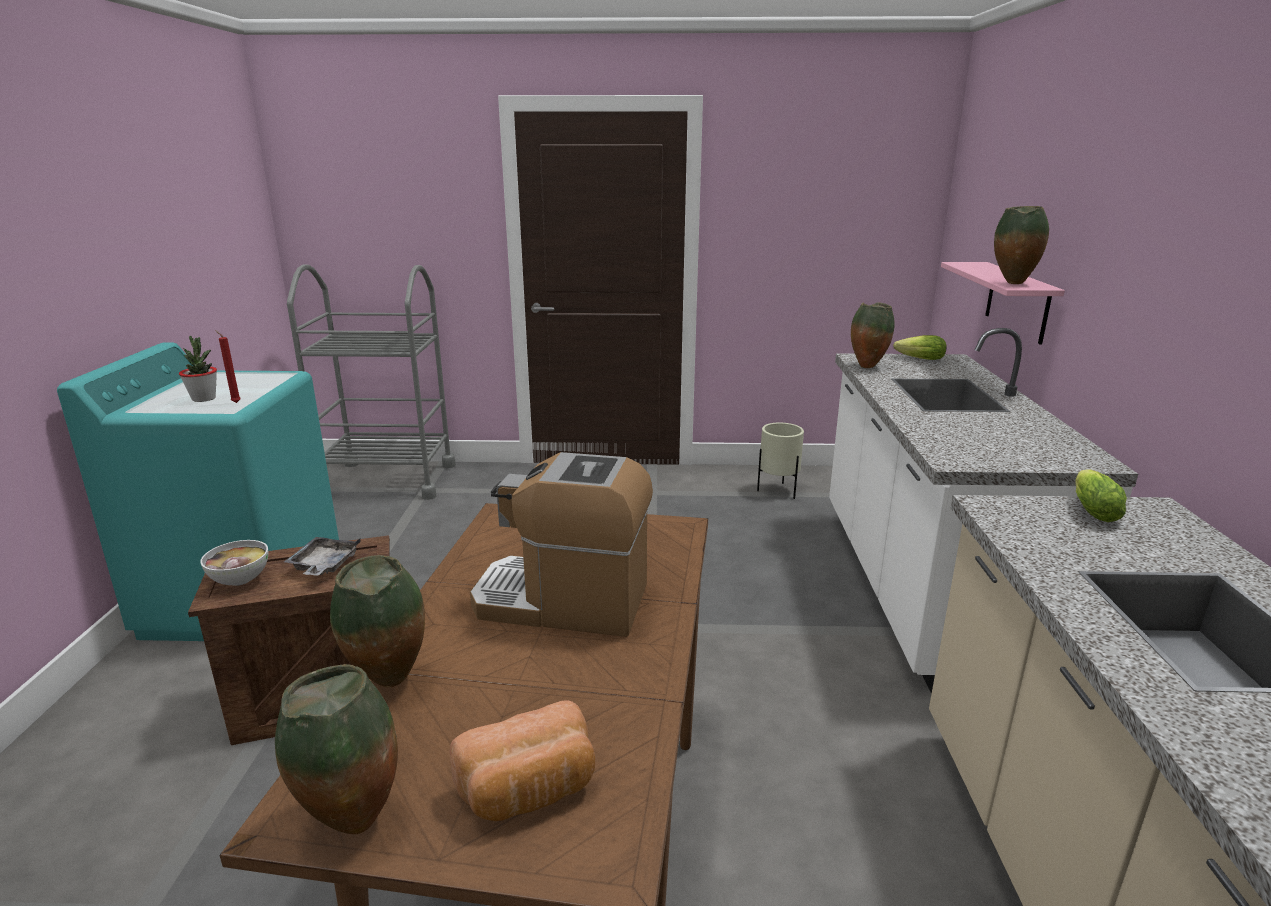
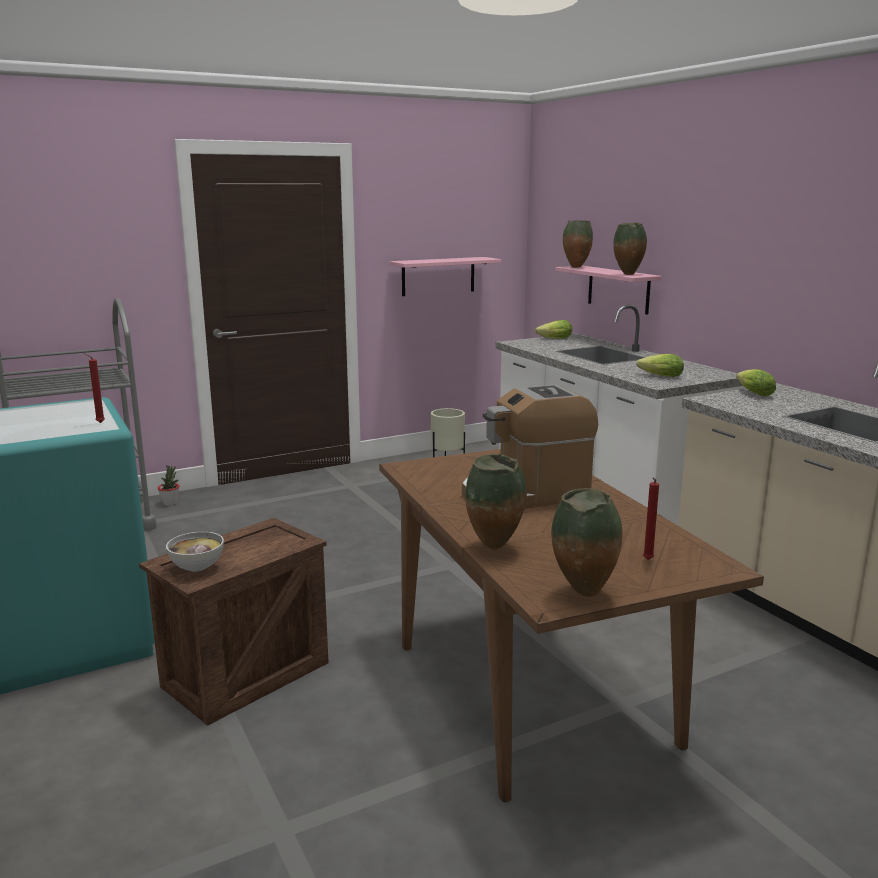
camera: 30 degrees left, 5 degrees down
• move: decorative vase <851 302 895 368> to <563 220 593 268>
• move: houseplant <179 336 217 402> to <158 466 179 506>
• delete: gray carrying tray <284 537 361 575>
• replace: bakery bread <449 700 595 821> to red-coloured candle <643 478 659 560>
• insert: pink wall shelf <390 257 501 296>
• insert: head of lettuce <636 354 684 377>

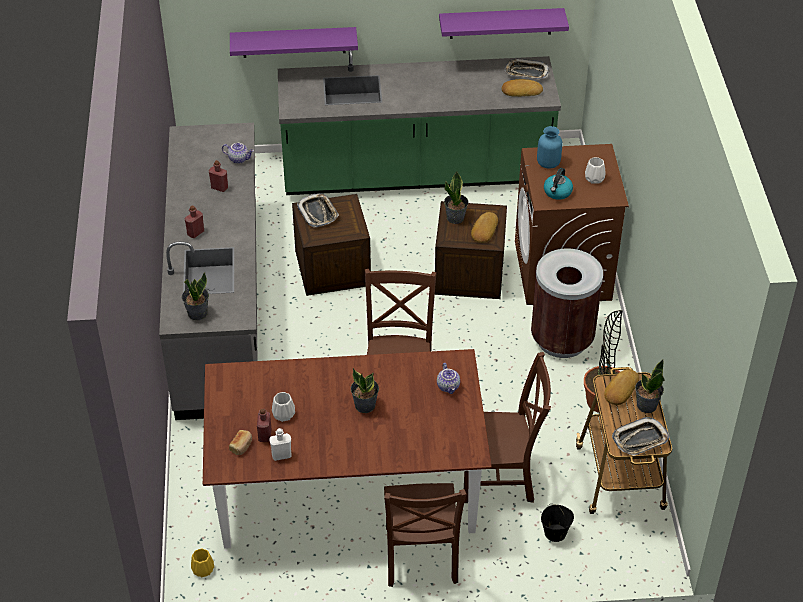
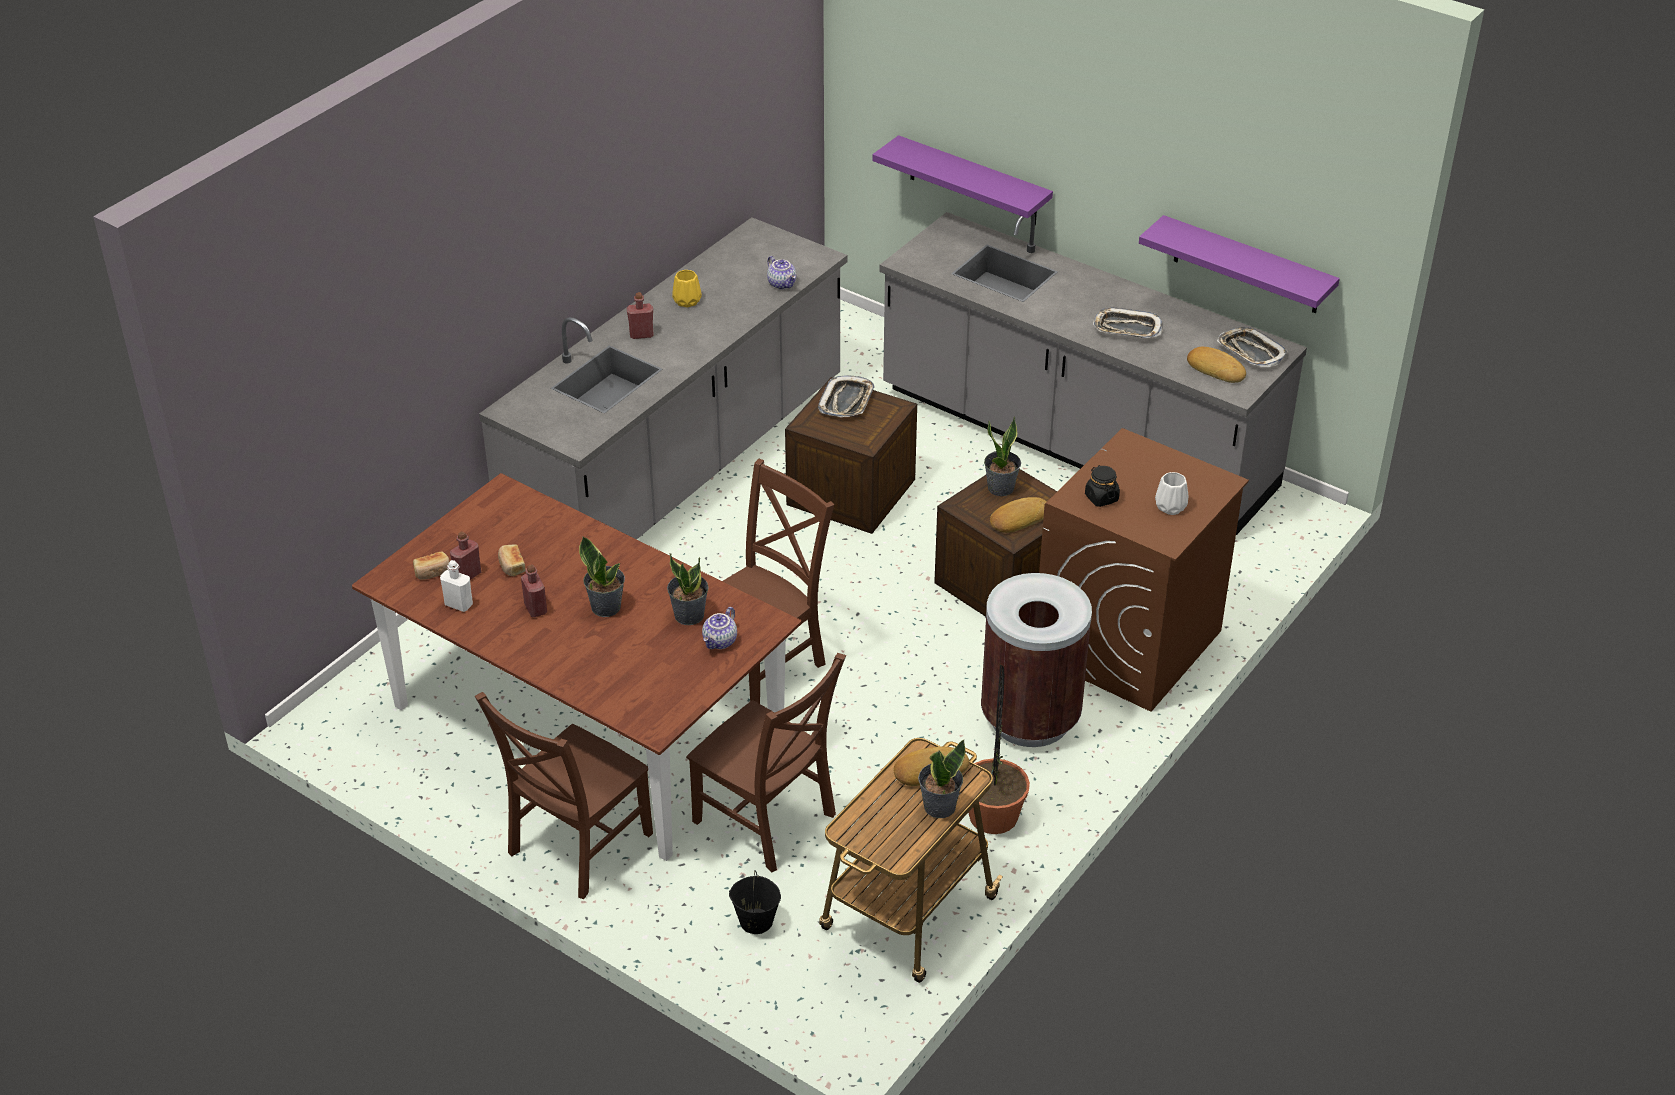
camera: 40 degrees right, 5 degrees down
• recolor: greenish kitchen base unit <278 51 561 195> to gray kitchen base unit <880 212 1307 535>
• delete: blue-coloured decorative vase <537 126 563 169>
• move: red-coloured drink bottle <209 160 228 192> to <521 564 547 617>
• replace: kettle <544 168 573 200> to black-coloured jar <1085 465 1120 507>
• move: houseplant <182 273 209 320> to <667 553 709 625>
• replace: white-coloured decorative vase <272 392 295 422> to bakery bread <498 544 526 576>
• move: carrying tray <612 417 669 456> to <1093 308 1163 338>
• move: yellow-coloured decorative vase <191 548 214 577> to <672 270 702 307>

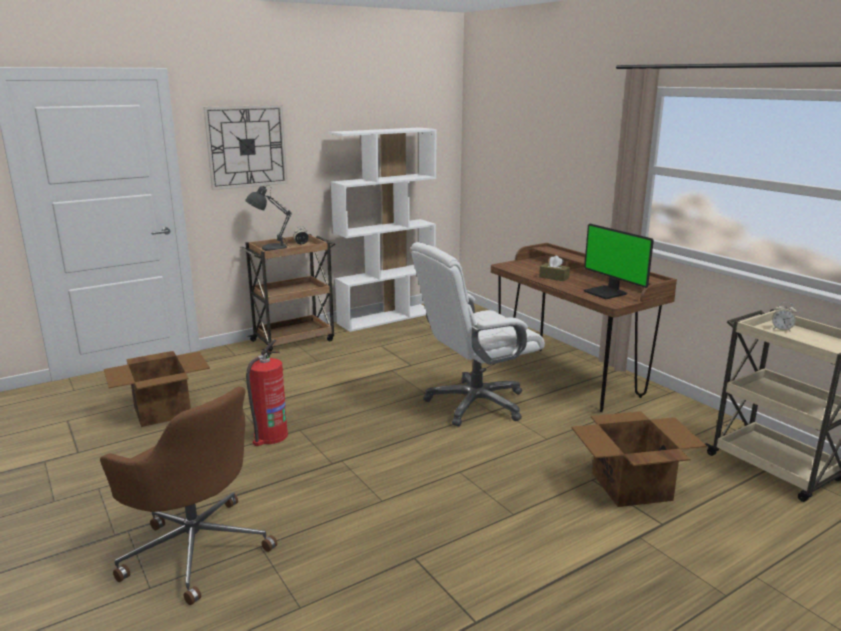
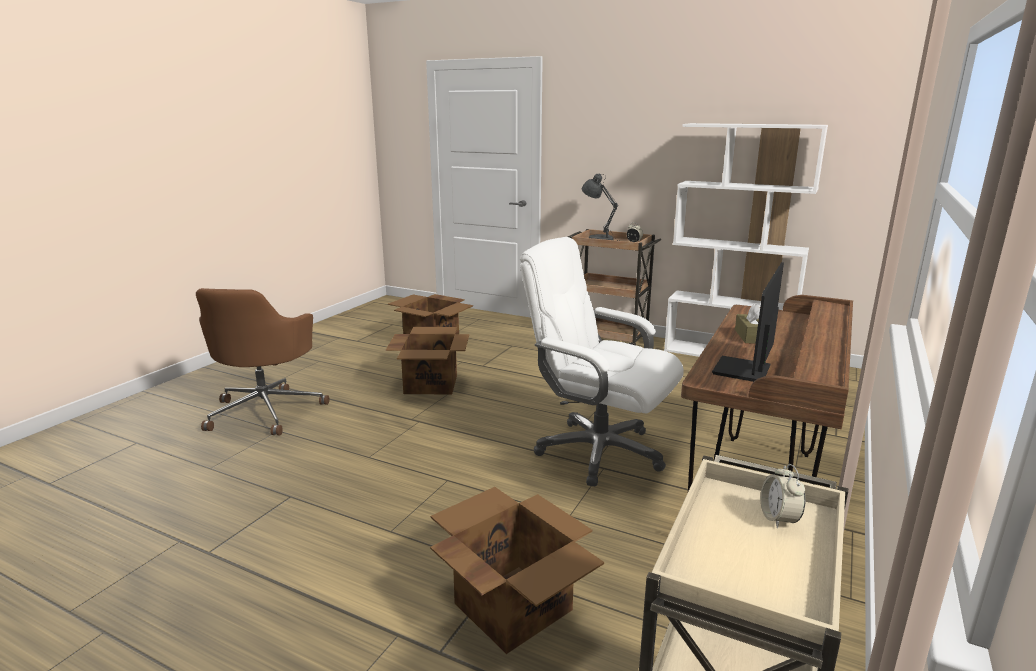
camera: 60 degrees right, 0 degrees up
• delete: hanging clock <203 105 288 190>
• replace: fire-fighting cylinder <246 340 288 446> to packing box <386 327 469 394>

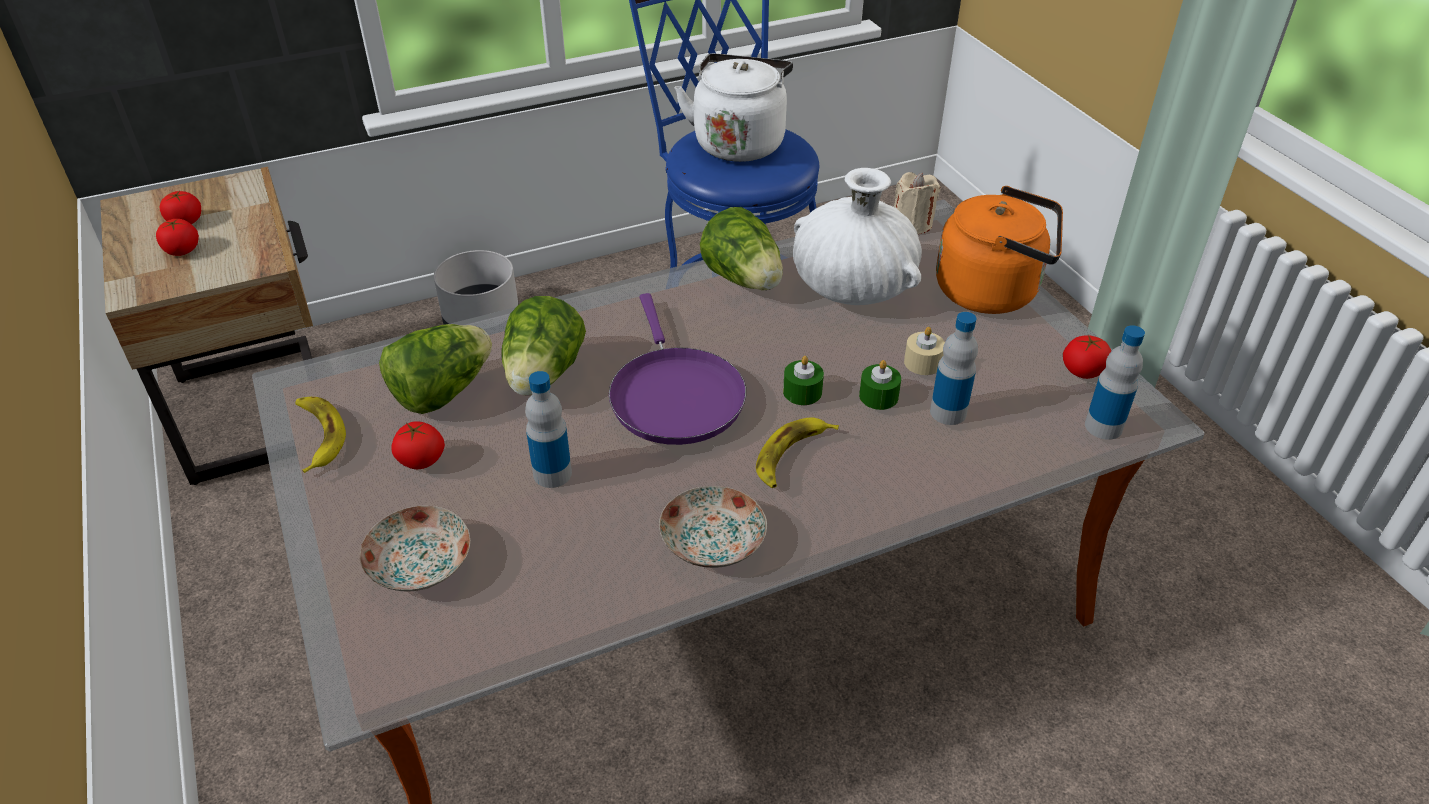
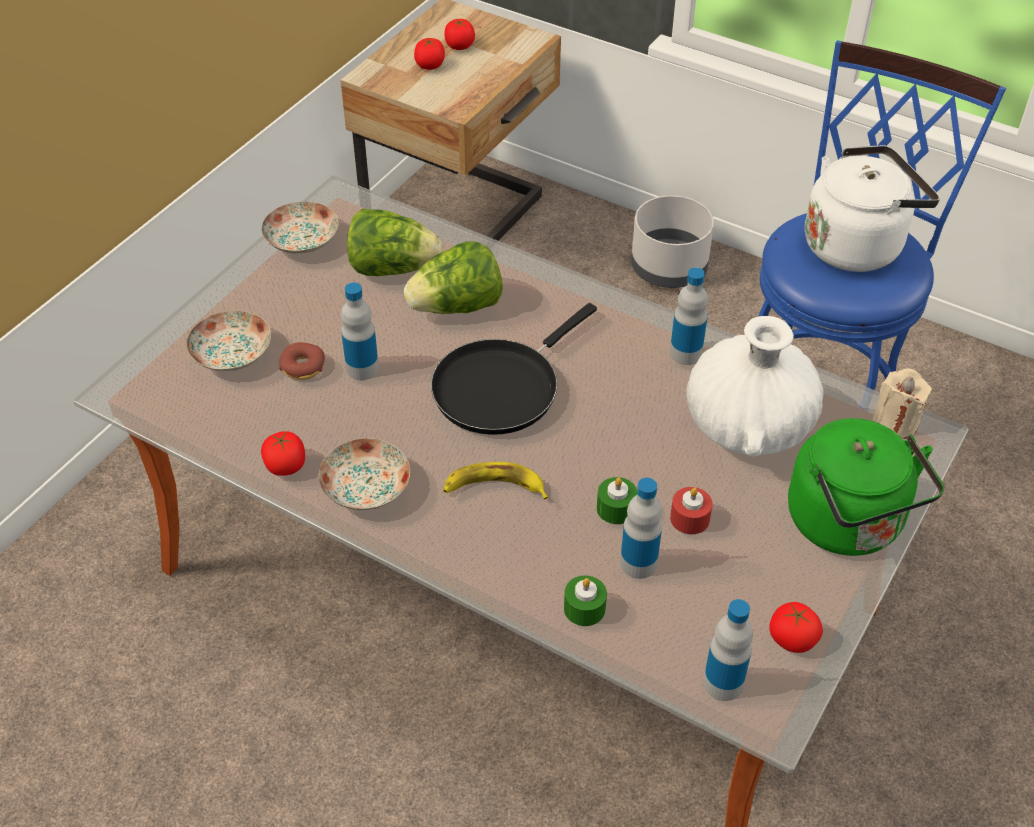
camera: 55 degrees right, 5 degrees up
• recolor: orange kettle <936 186 1063 314> to greenish kettle <788 418 945 556>
• replace: head of lettuce <700 207 783 291> to drink bottle <670 268 708 365>
• recolor: purplish frying pan <609 293 746 445> to black-coloured frying pan <431 303 597 435>
• recolor: beige-coloured candle <904 327 945 375> to red-coloured candle <670 487 713 534>
• move: greenish candle <783 356 824 405> to <564 575 607 626>
• replace: whole banana <295 397 346 473> to dinner plate <262 201 338 254>
• move: tomato <391 421 445 469> to <261 431 305 476>
• insert: donut <279 342 325 380>

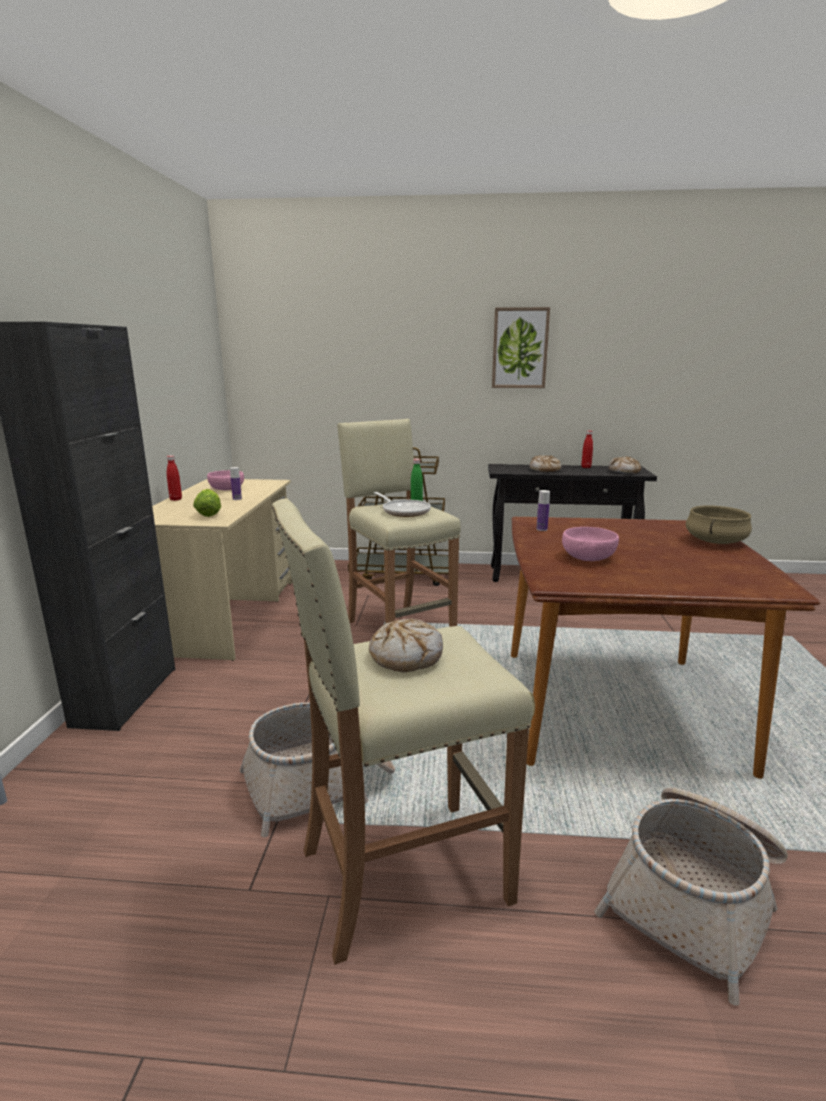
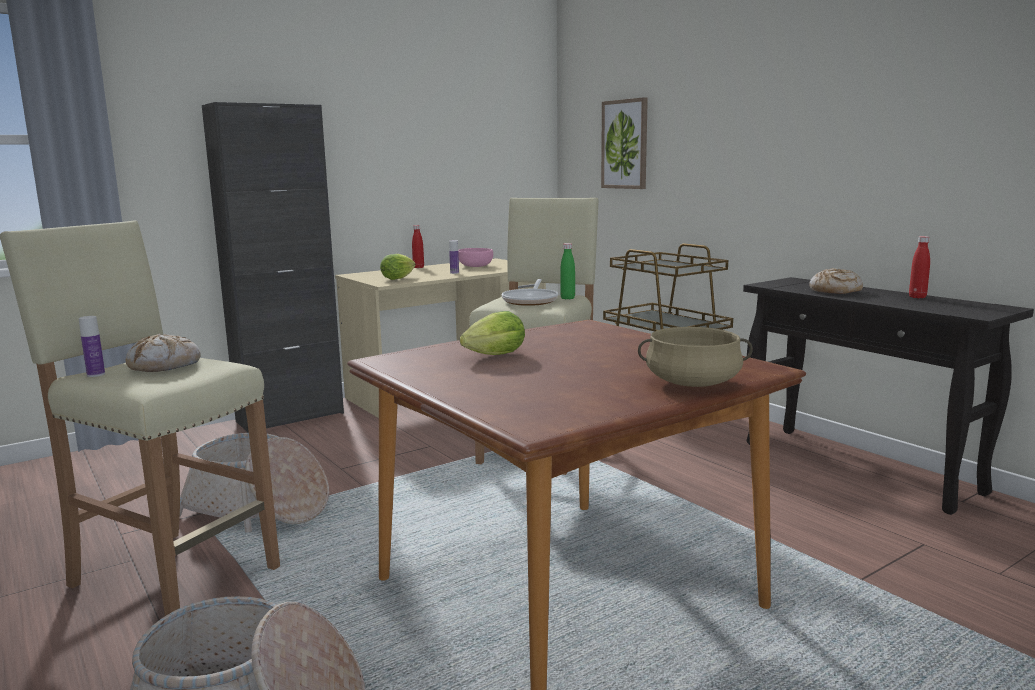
camera: 50 degrees right, 5 degrees down
• move: picture <492 307 550 388> to <601 97 648 189>
• delete: bakery bread <608 456 641 474>
• move: drink bottle <536 490 550 531> to <79 316 105 377>
• replace: pink bowl <562 527 619 561> to head of lettuce <460 311 525 355>

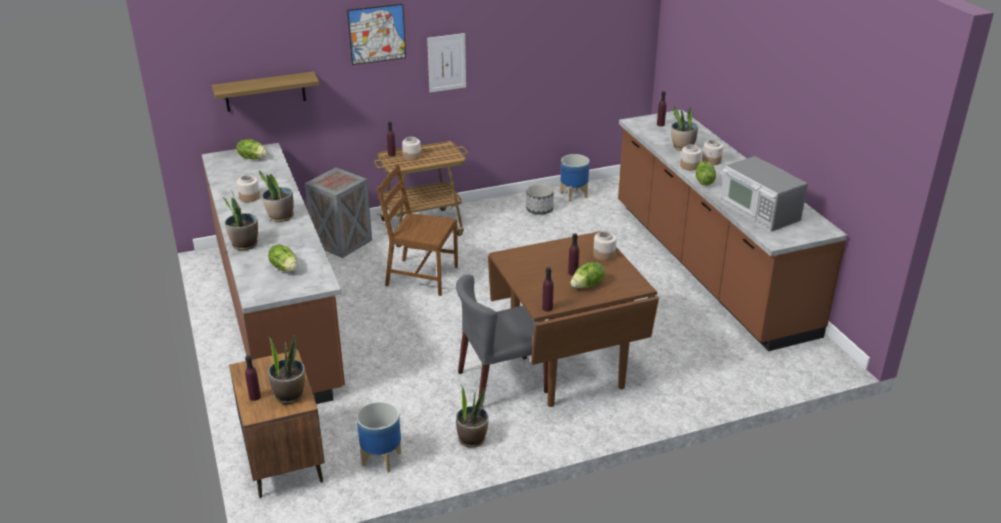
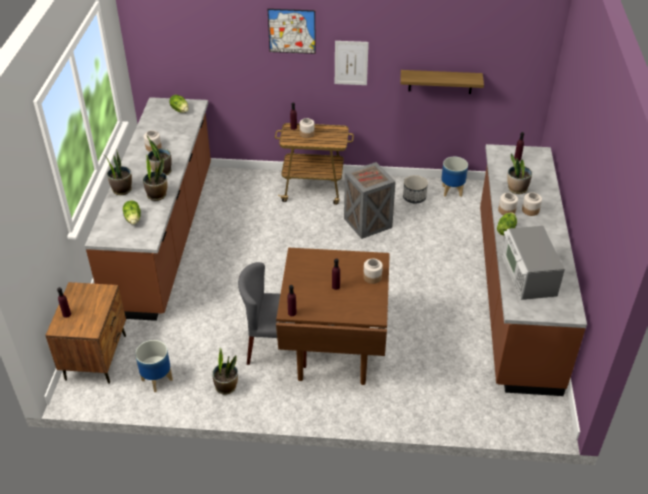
camera: 25 degrees right, 10 degrees up
• move: wall shelf <212 71 320 112> to <400 70 484 94>
• delete: brown plain chair <376 164 458 296>
• move: shipping crate <305 167 372 258> to <344 162 396 239>
• delete: head of lettuce <571 262 605 288>
• move: houseplant <268 335 305 404> to <143 154 168 201>

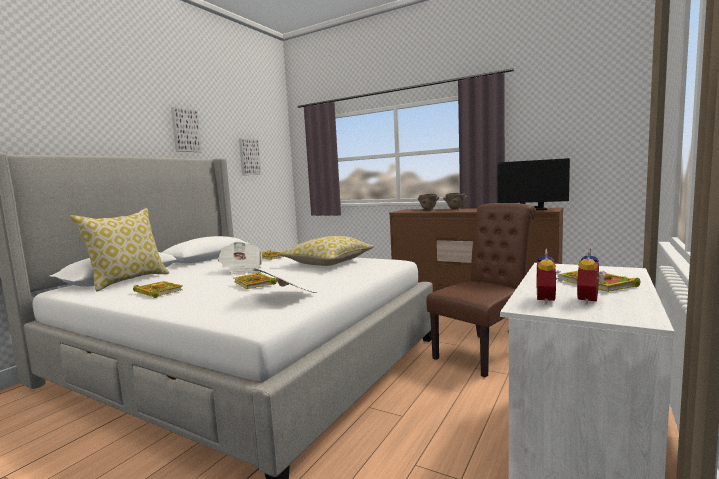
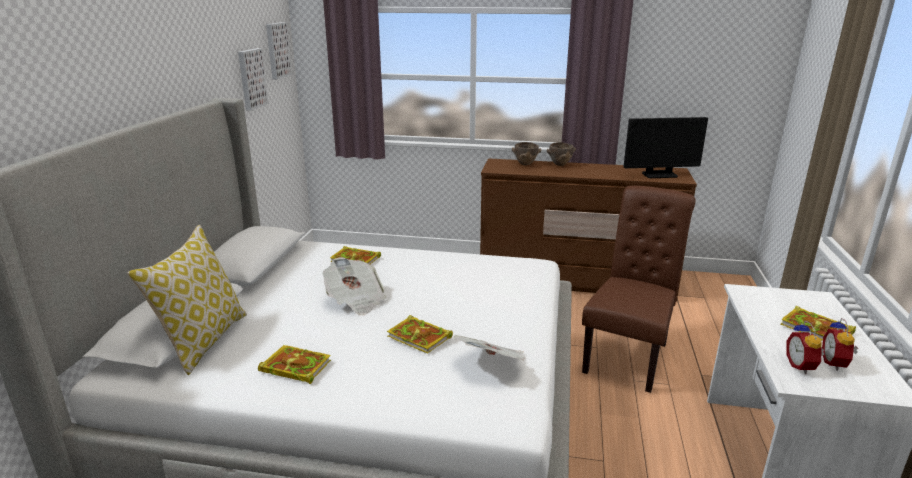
camera: 20 degrees left, 15 degrees up
• move: picture <171 107 202 152> to <266 22 292 79>
• delete: throw pillow <279 236 374 266>

